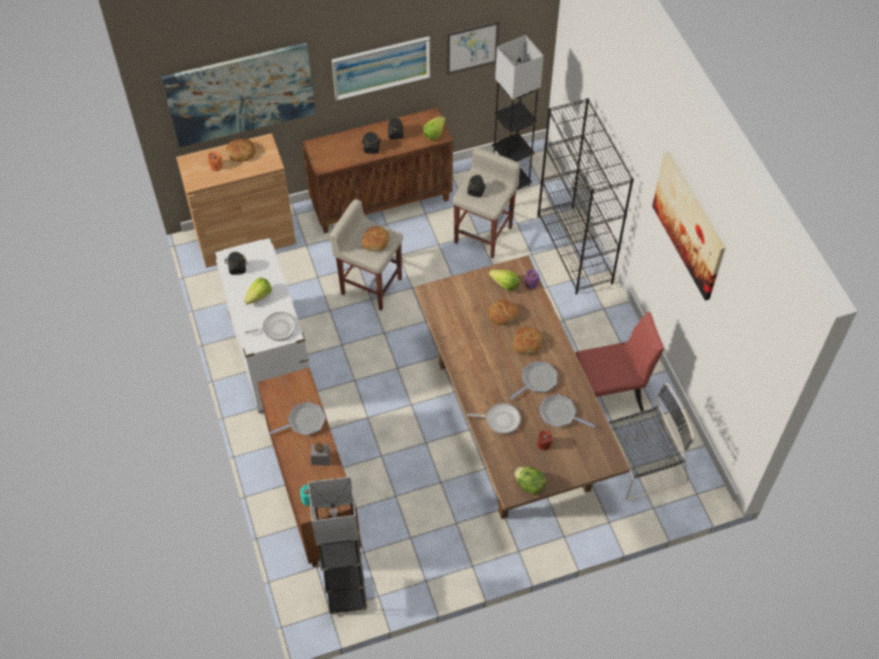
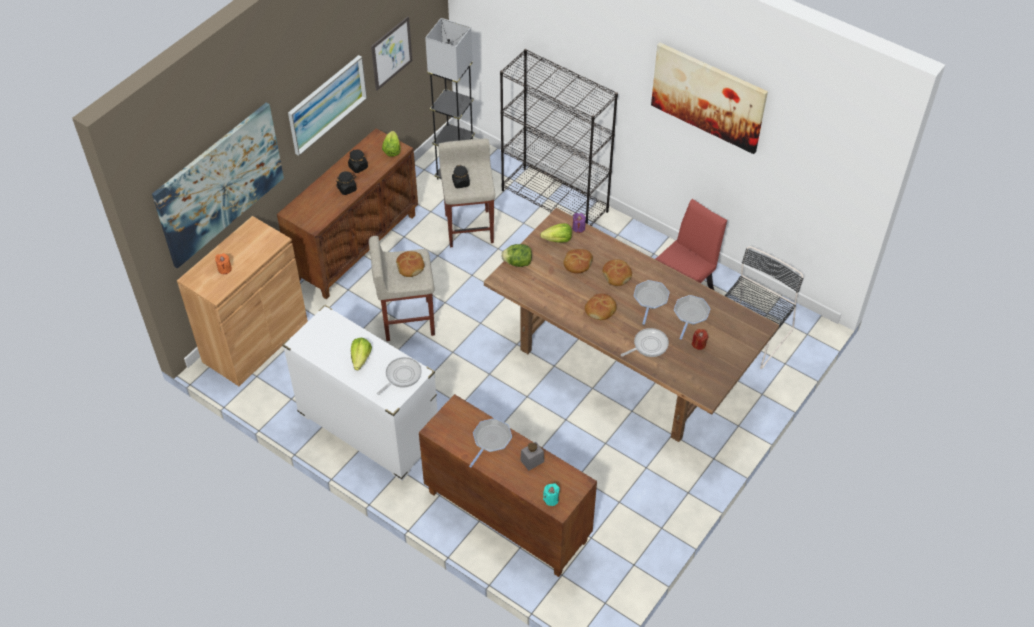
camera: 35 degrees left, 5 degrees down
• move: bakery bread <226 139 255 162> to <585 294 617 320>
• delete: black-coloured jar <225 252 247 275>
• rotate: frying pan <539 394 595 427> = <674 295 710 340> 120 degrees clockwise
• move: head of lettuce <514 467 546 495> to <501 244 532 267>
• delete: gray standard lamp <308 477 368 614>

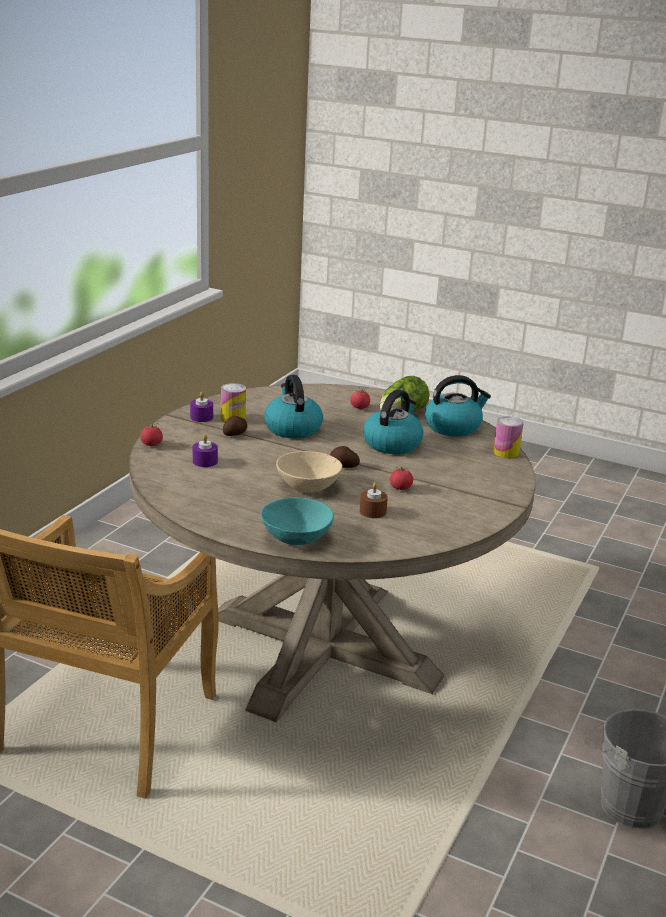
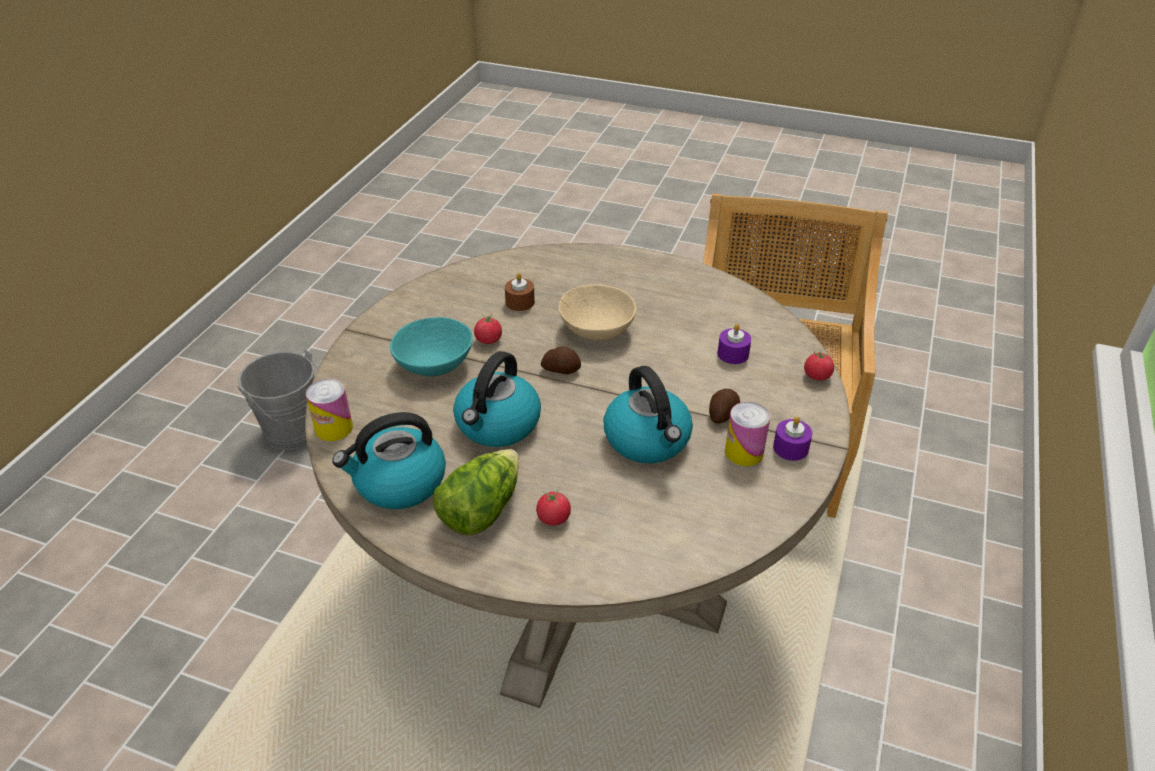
camera: 175 degrees right, 15 degrees up
• move: turquoise-coloured bowl <261 497 334 545> to <390 317 473 376>

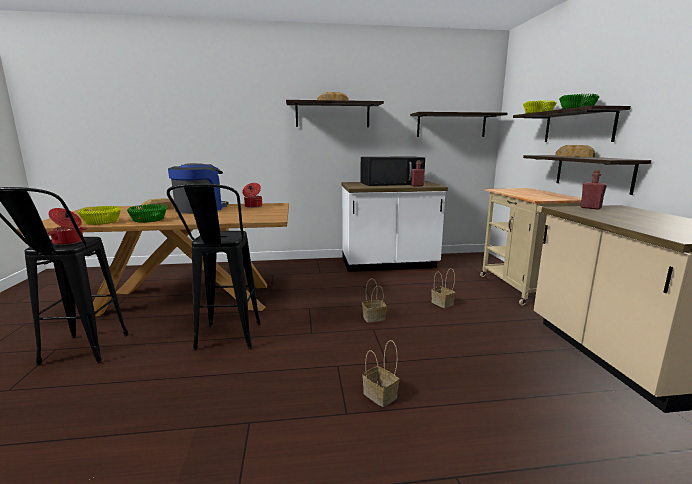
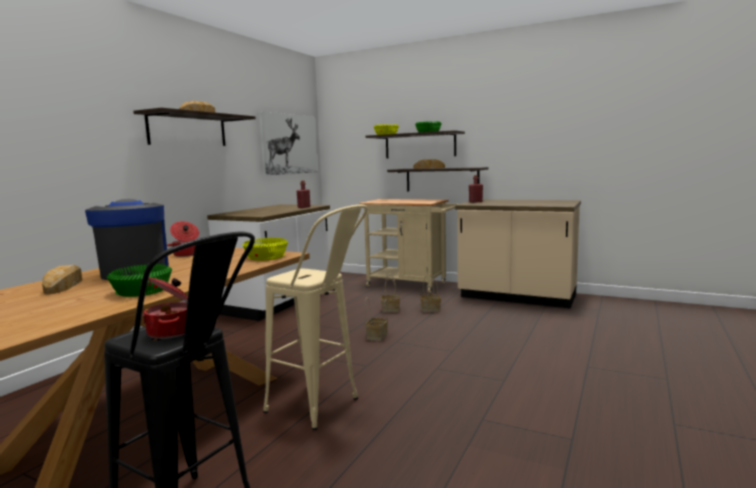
camera: 55 degrees left, 5 degrees down
• replace: wall shelf <410 112 508 137> to picture <259 111 318 176>
• delete: black-coloured kitchen microwave <360 156 425 186>
• recolor: black-coloured stool <167 183 261 350> to beige-coloured stool <263 205 368 430>
• move: yellow-coloured bowl <78 206 121 225> to <242 238 288 261>
• move: household basket <362 340 399 407> to <420 274 441 313>

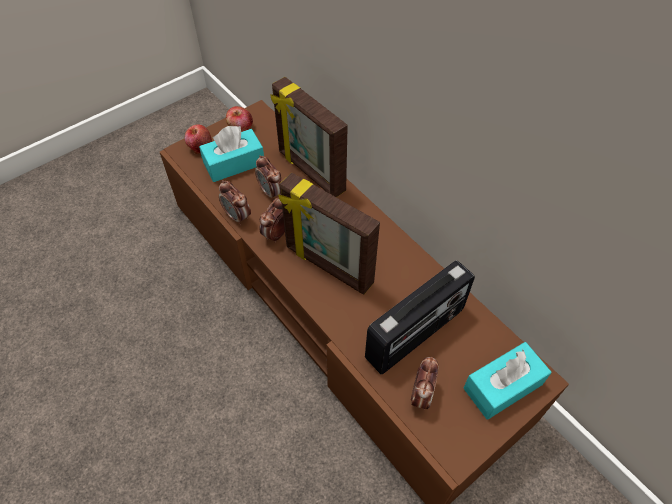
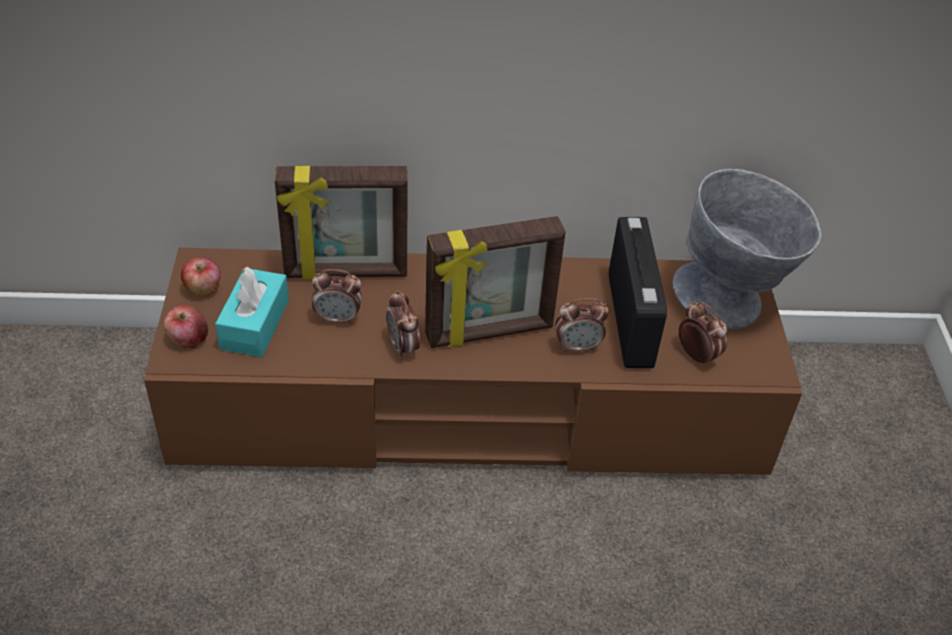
camera: 55 degrees left, 10 degrees down
• move: alarm clock <219 180 251 225> to <555 298 609 352>
• replace: turquoise-coloured box of tissues <463 342 551 420> to gray bowl <673 169 821 329>

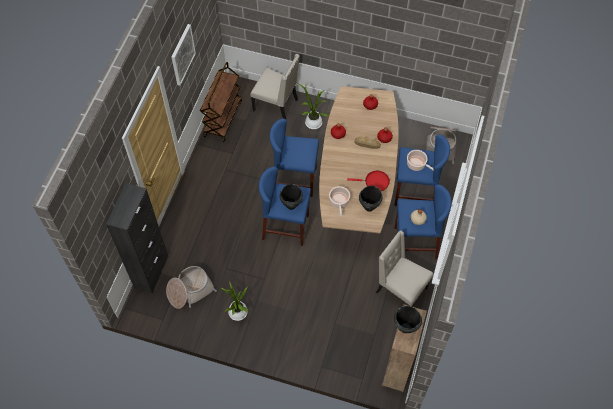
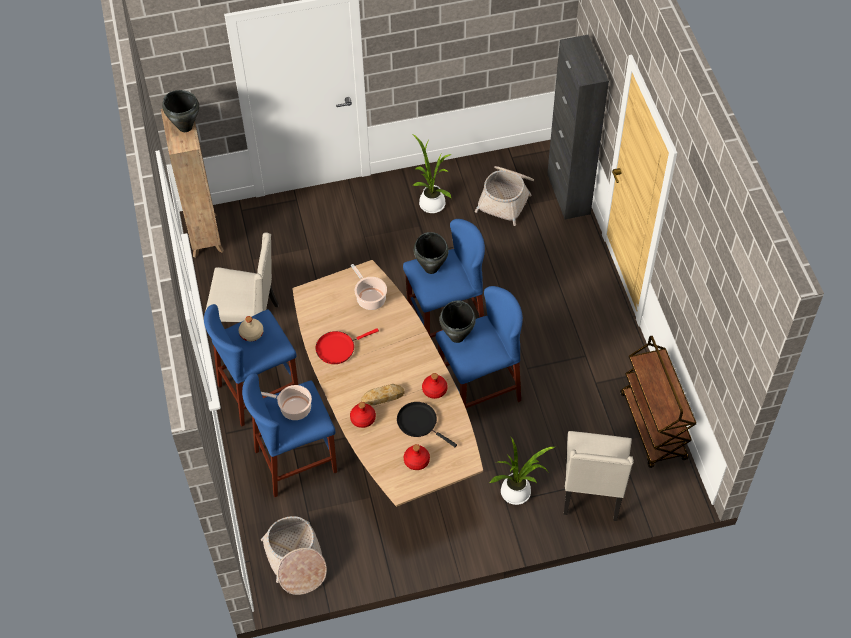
camera: 150 degrees right, 5 degrees down
• delete: picture <171 24 196 86>
• rotate: beige-coloured plain chair <250 54 300 119> = <564 431 634 521> 75 degrees counterclockwise
• move: black-coloured saucepot <359 186 382 212> to <440 300 476 343>
• insert: black-coloured frying pan <397 402 457 447>

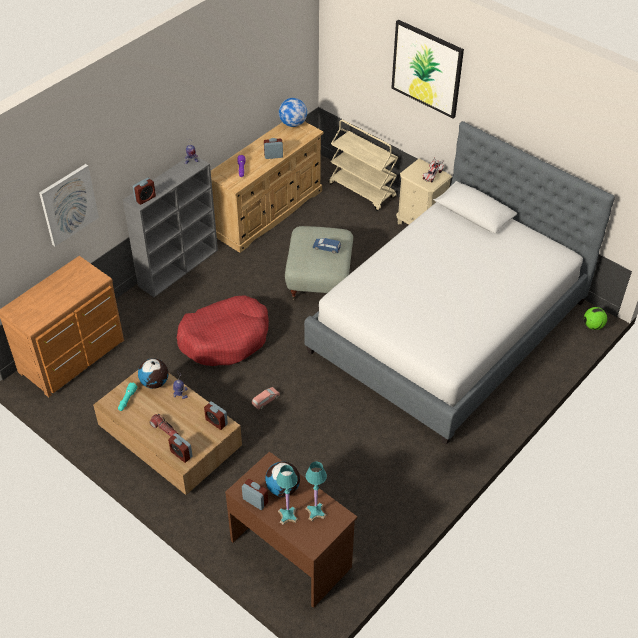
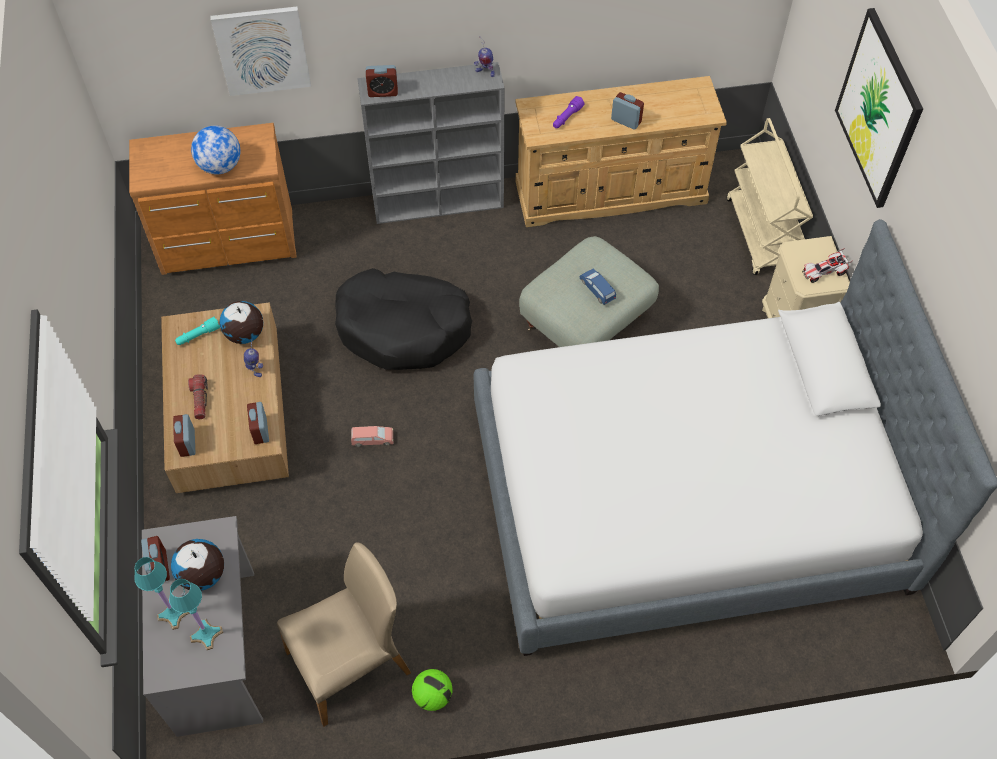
camera: 40 degrees right, 10 degrees up
• move: globe <279 98 307 127> to <191 126 240 175>
• recolor: red-coloured pet bed <177 295 269 366> to black-coloured pet bed <335 268 472 370>
• move: ball for football <584 307 607 330> to <412 669 453 711>
• recolor: brown desk unit <225 451 357 608> to gray desk unit <142 516 263 737>
• insert: beige-coloured plain chair <277 542 411 727>

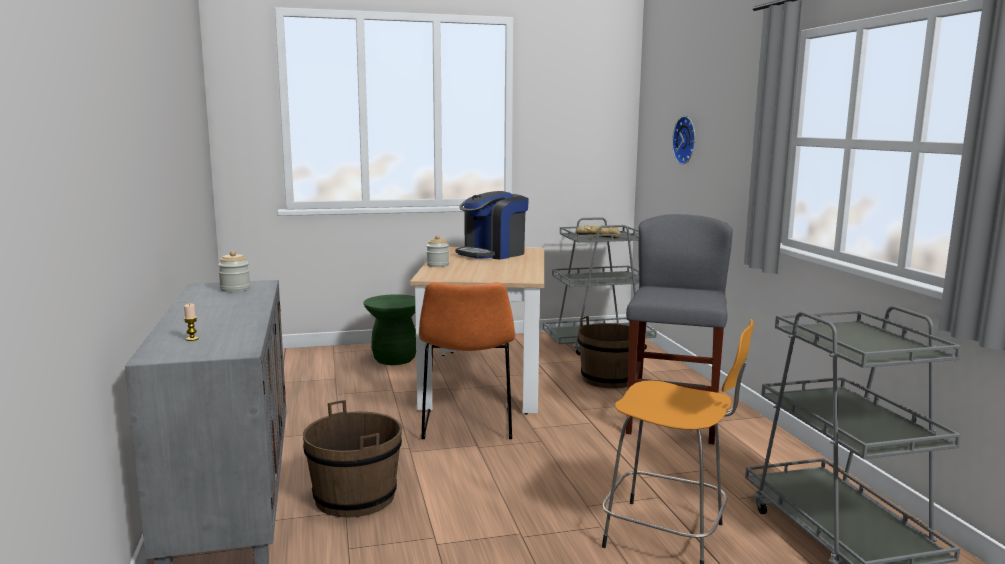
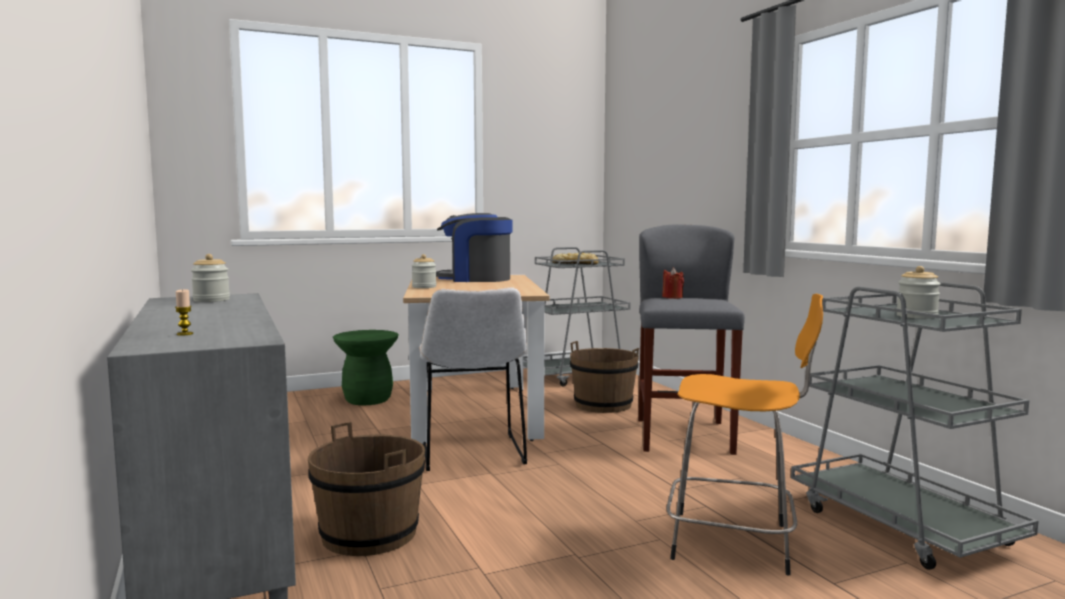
camera: 10 degrees left, 5 degrees down
• delete: hanging clock <672 116 695 164>
• rotate: coffee machine <456 191 529 260> = <436 213 512 282> 60 degrees clockwise
• recolor: orange plain chair <419 282 516 439> to white-coloured plain chair <419 287 527 471>
• insert: jar <897 266 940 319>
• insert: red-coloured candle <662 268 684 299>

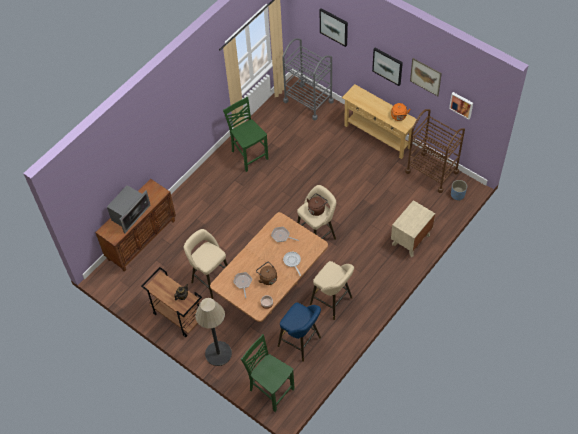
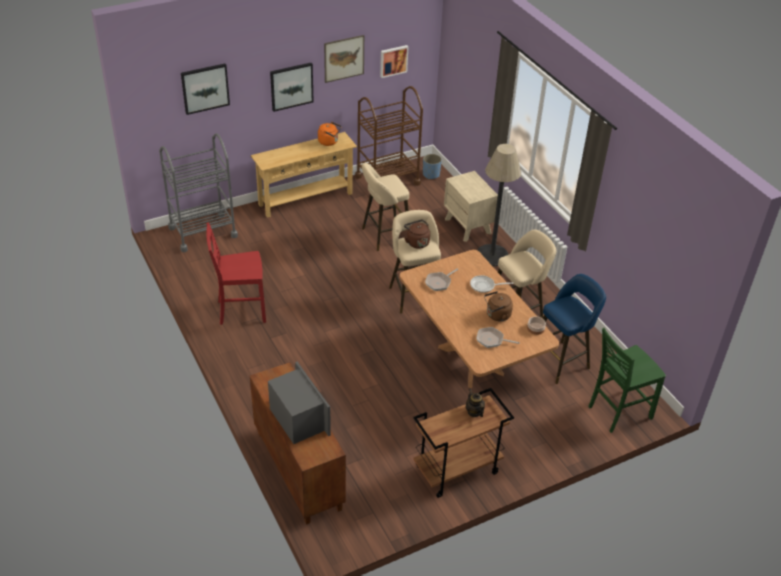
camera: 70 degrees left, 15 degrees down
• recolor: greenish plain chair <223 97 269 172> to red-coloured plain chair <206 223 266 325>
• move: beige-coloured stool <184 229 228 299> to <362 163 409 251>
• move: standard lamp <195 298 232 366> to <477 144 521 266>

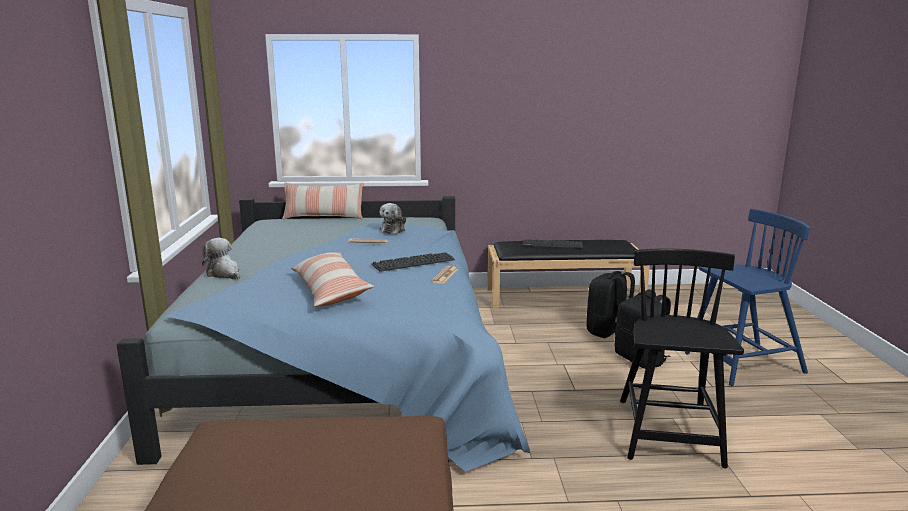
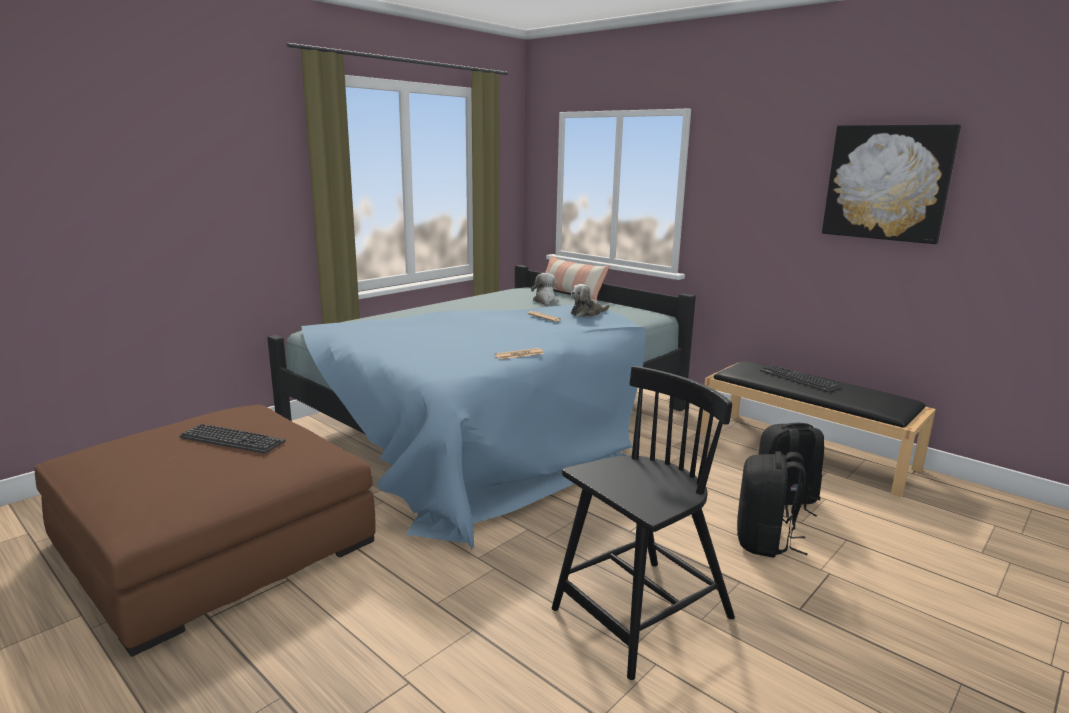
camera: 45 degrees right, 0 degrees up
• delete: blue-coloured plain chair <685 209 810 386>
• move: cuddly toy <202 238 240 280> to <531 273 559 306>
• delete: throw pillow <291 252 374 307>
• move: computer keyboard <371 252 455 272> to <179 424 286 454>
• insert: picture <822 124 961 244>

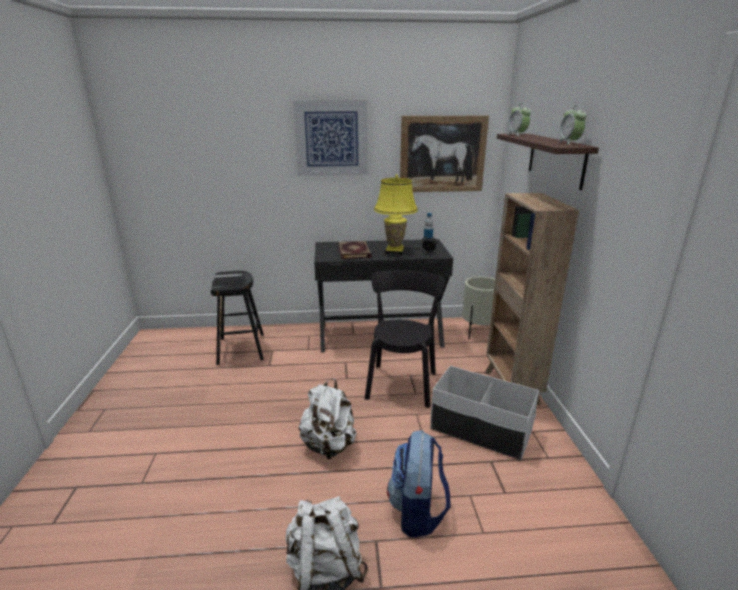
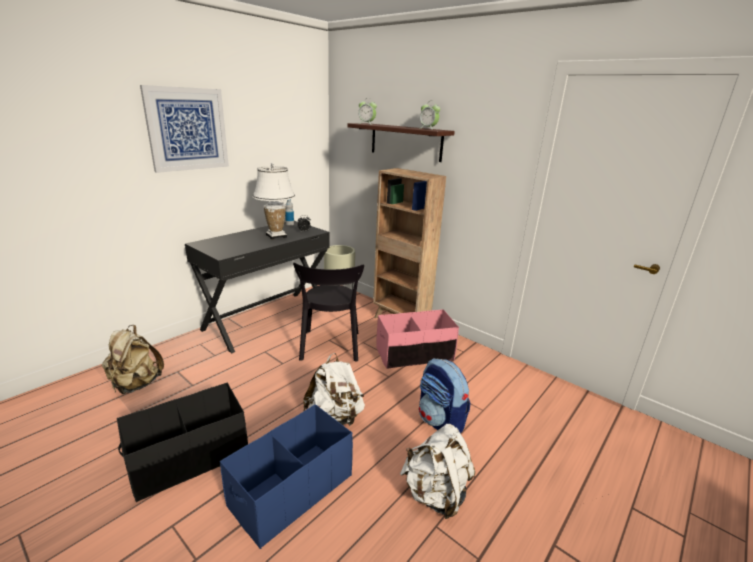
camera: 45 degrees left, 0 degrees up
• delete: picture <400 116 489 192>
• recolor: yellow-coloured lamp for a table <374 174 418 255> to white-coloured lamp for a table <253 163 295 240>
• delete: book <338 241 372 259>
• rotate: black-coloured plain chair <365 270 445 408> = <293 263 364 362> 150 degrees counterclockwise
• replace: black-coloured stool <211 271 264 365> to beige-coloured rucksack <102 325 164 394>
• recolor: white-coloured storage container <430 366 539 460> to pink storage container <376 309 459 369>
• insert: black-coloured storage container <117 383 248 502>
• insert: blue-coloured storage container <220 404 353 549>

